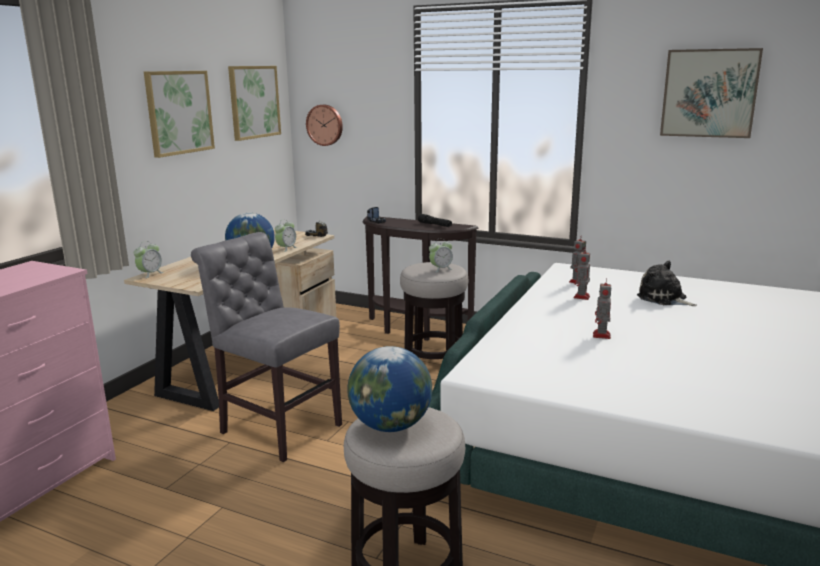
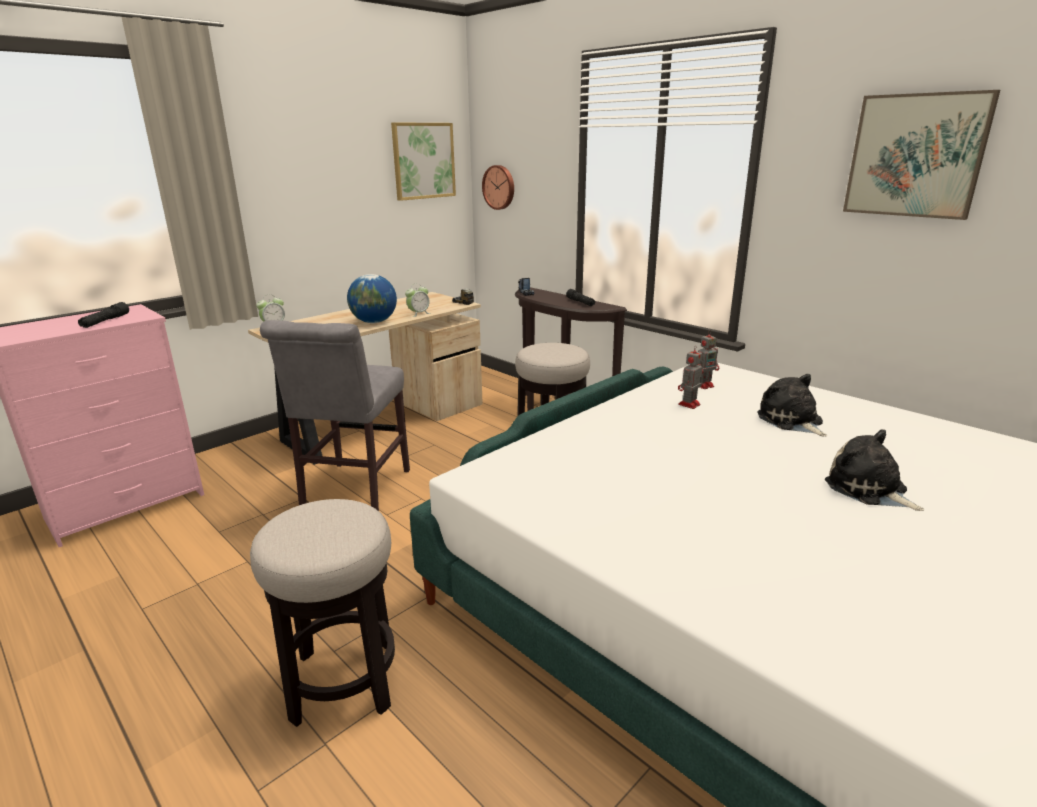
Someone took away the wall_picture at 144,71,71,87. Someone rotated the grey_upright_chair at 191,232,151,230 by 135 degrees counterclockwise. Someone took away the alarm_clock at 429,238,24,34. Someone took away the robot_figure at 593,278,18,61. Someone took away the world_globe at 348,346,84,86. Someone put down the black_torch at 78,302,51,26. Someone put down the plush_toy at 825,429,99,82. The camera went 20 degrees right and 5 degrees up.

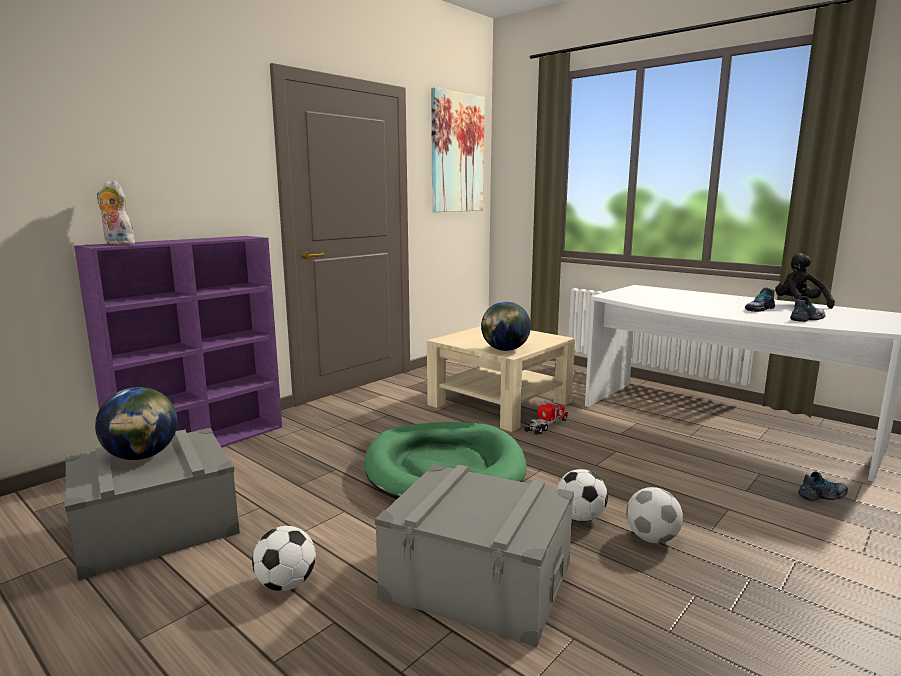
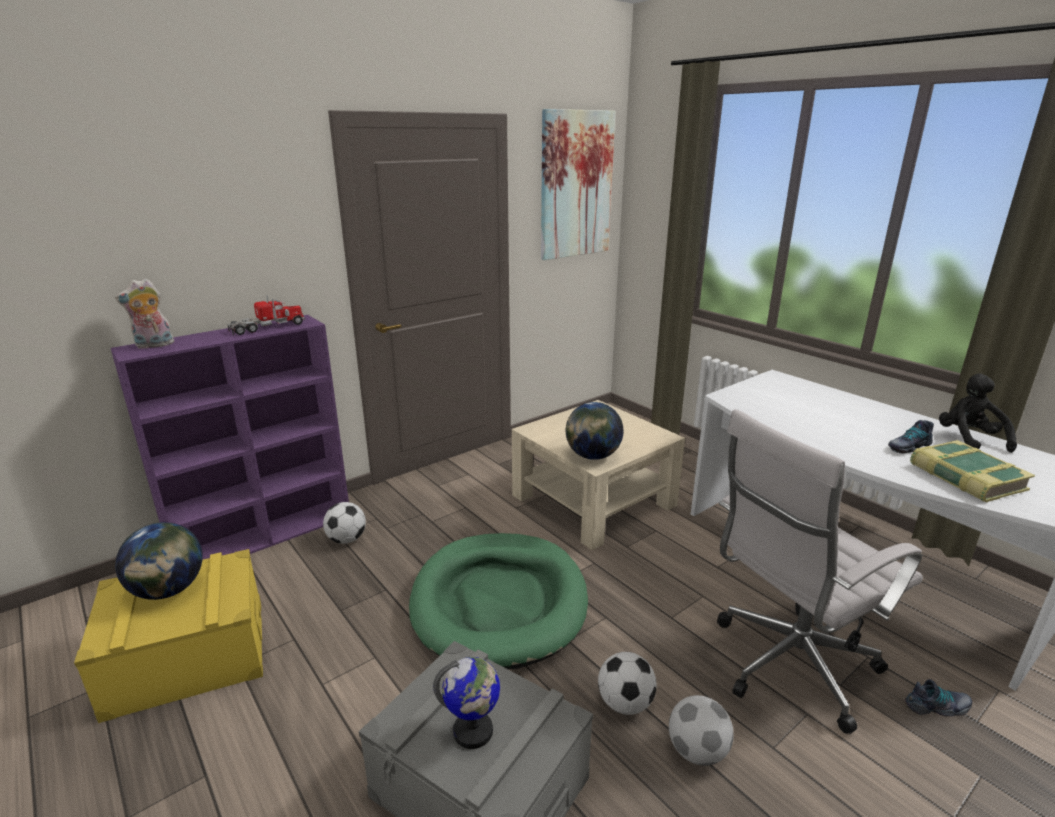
Someone rotated the plush_toy at 97,180,38,65 by 60 degrees counterclockwise. Someone swapped the low_shoe at 790,296,35,26 for the volume at 910,440,125,63. Someone carried the model_truck from 524,400,44,35 to 227,296,78,39. Someone repainted the grey_storage_box at 65,428,175,153, which became the yellowish_storage_box at 74,549,189,174. Someone carried the football_ball from 252,526,64,65 to 323,502,43,42. Someone put down the white-coloured_computer_chair at 717,409,206,325. Someone put down the world_globe at 433,657,67,92. The camera went 10 degrees right and 10 degrees up.

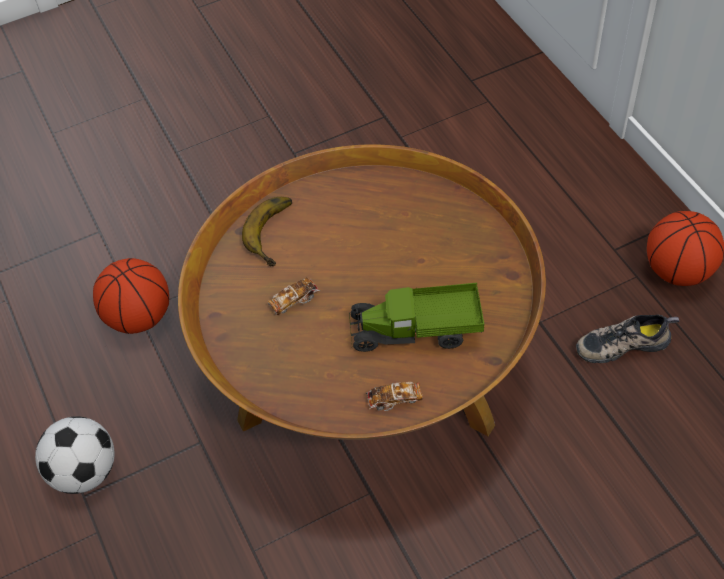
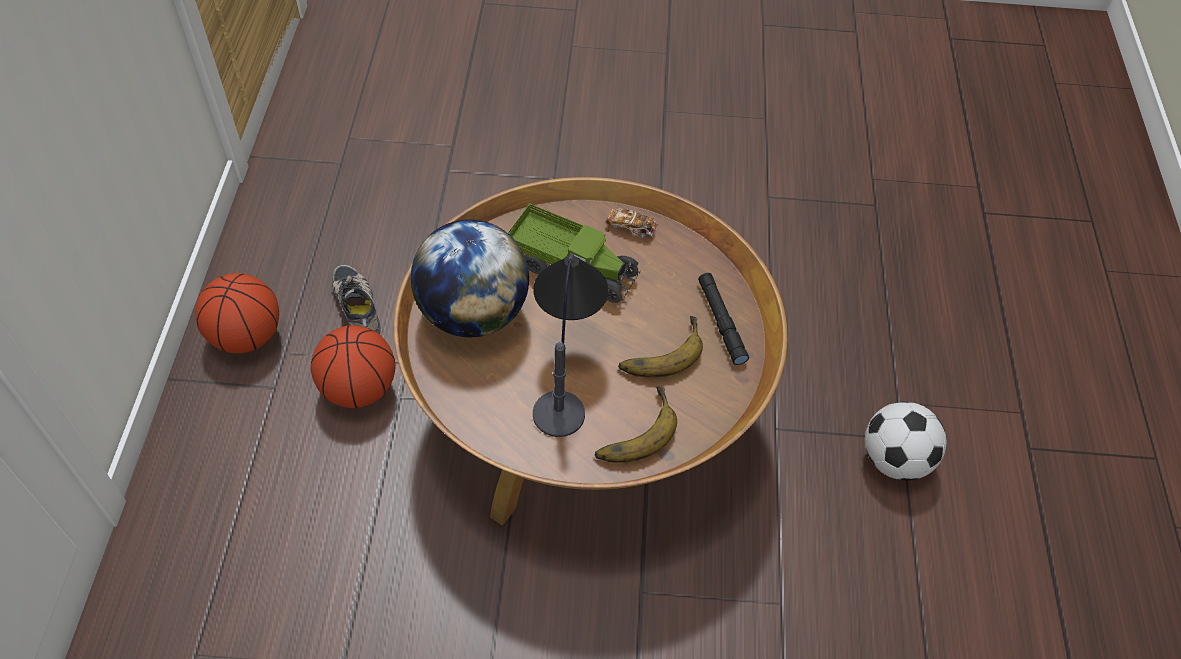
Someone carried the basketball_ball from 93,258,76,76 to 311,325,85,83. Someone swapped the model_car at 268,277,52,38 for the whole_banana at 618,316,85,62. Someone rotated the low_shoe at 576,315,103,48 by 135 degrees counterclockwise. Someone put down the world_globe at 411,219,118,118. Someone put down the lamp_for_a_table at 533,253,75,184. Someone put down the black_torch at 698,273,51,92. The camera went 155 degrees left and 0 degrees up.

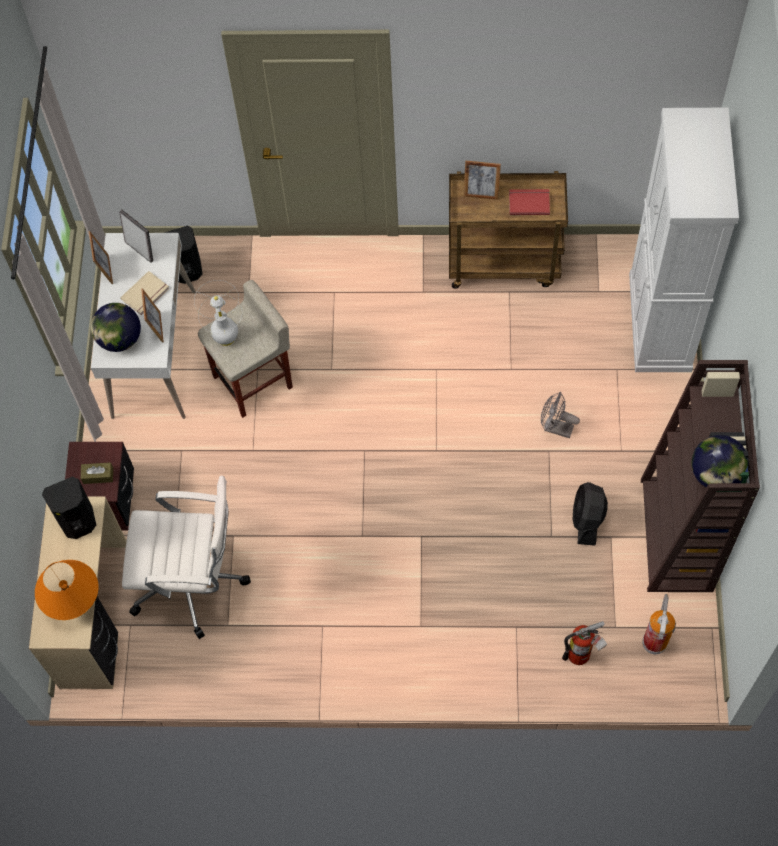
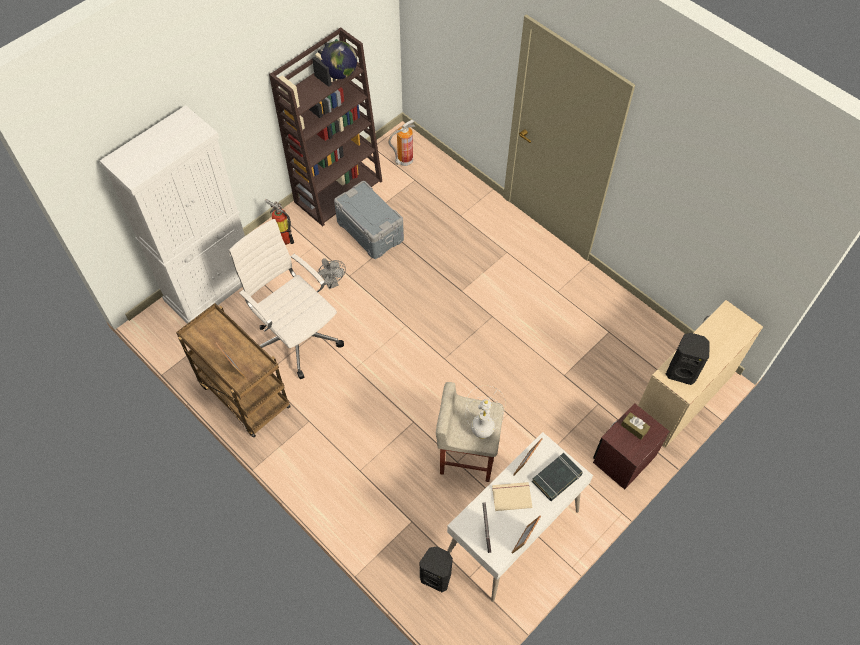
Someone took away the red_volume at 509,189,41,26. Someone swapped the world_globe at 91,303,50,49 for the black_volume at 532,453,51,48. Someone carried the white-coloured_computer_chair from 122,476,129,163 to 229,219,115,160. Someone swapped the black_electric_fan at 573,482,35,64 for the grey_storage_box at 334,181,70,78. Someone took away the orangey_lamp_for_a_table at 35,560,64,60. Someone carried the extinguisher from 562,621,45,44 to 265,199,29,46. The camera went 140 degrees left and 5 degrees down.

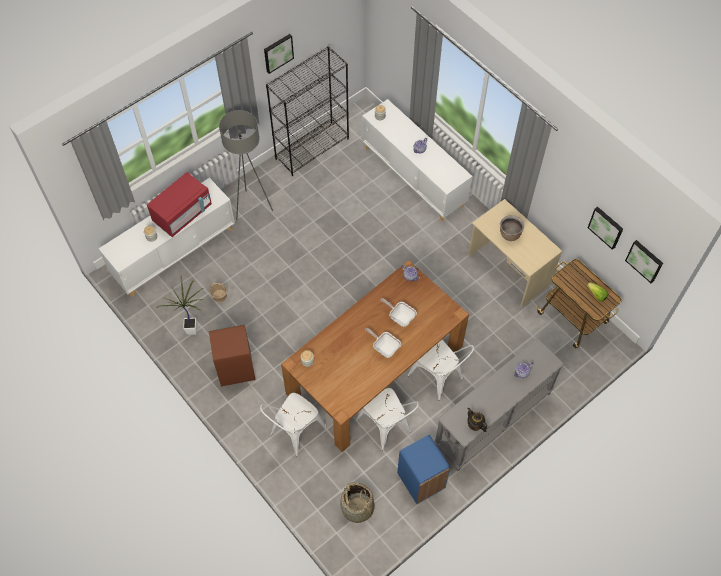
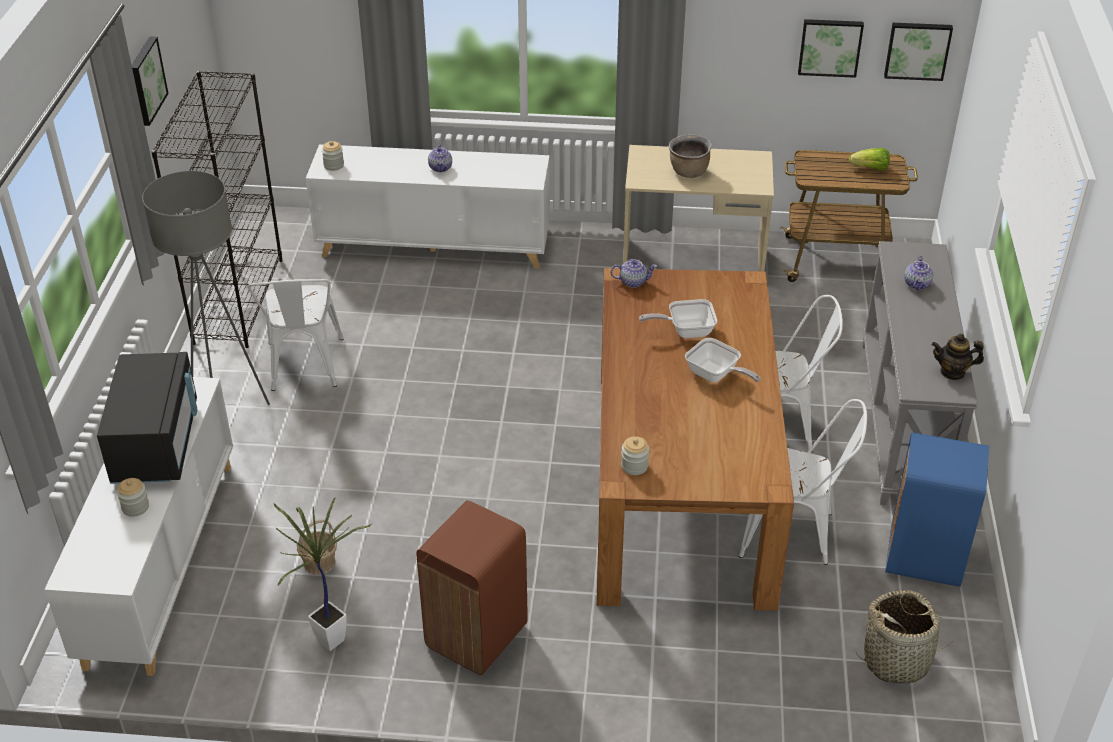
Someone repainted the red_microwave at 147,172,65,65, which became the black_microwave at 97,352,101,132. Someone rotated the skillet at 365,328,36,30 by 135 degrees counterclockwise. Someone carried the white-coloured_upright_chair from 260,393,67,63 to 248,279,96,112. The camera went 45 degrees left and 20 degrees down.

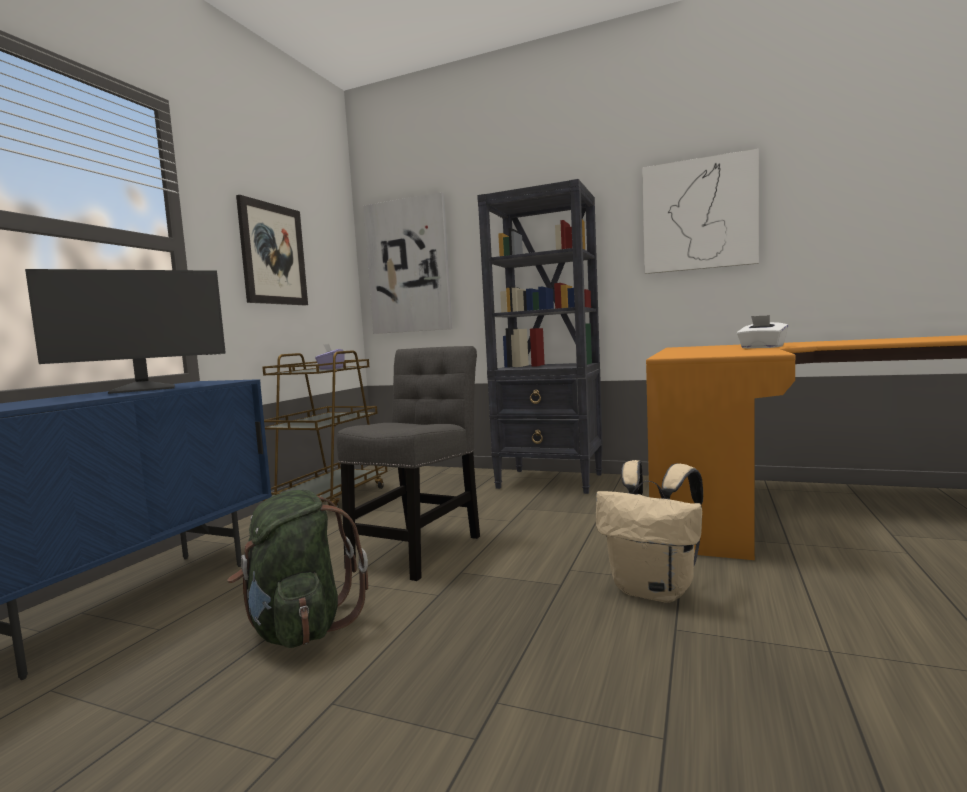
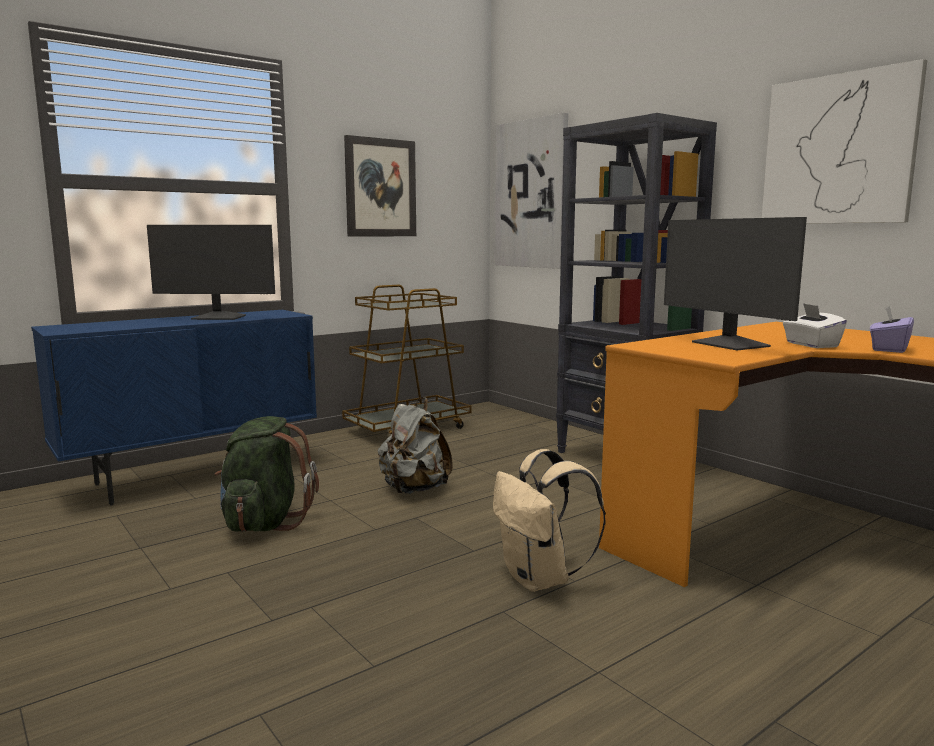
Someone carried the purplish_tissue_holder from 315,344,30,26 to 870,306,44,47. Someone swapped the grey_upright_chair at 337,346,143,235 for the grey_knapsack at 378,397,75,97. Someone put down the computer_screen at 664,217,143,133. The camera went 30 degrees right and 5 degrees up.

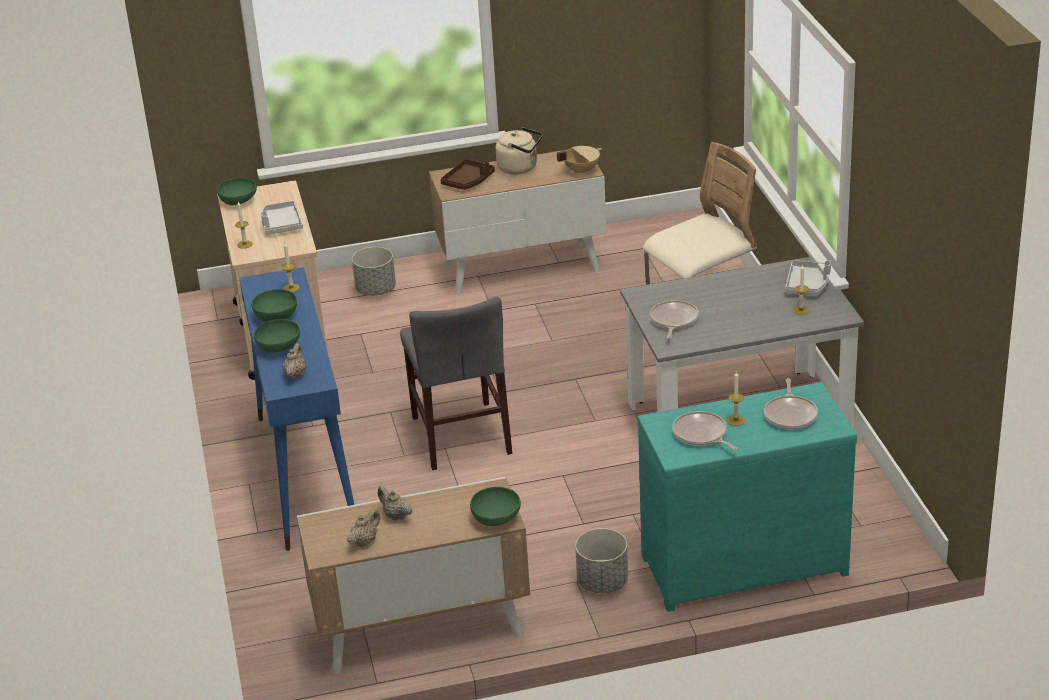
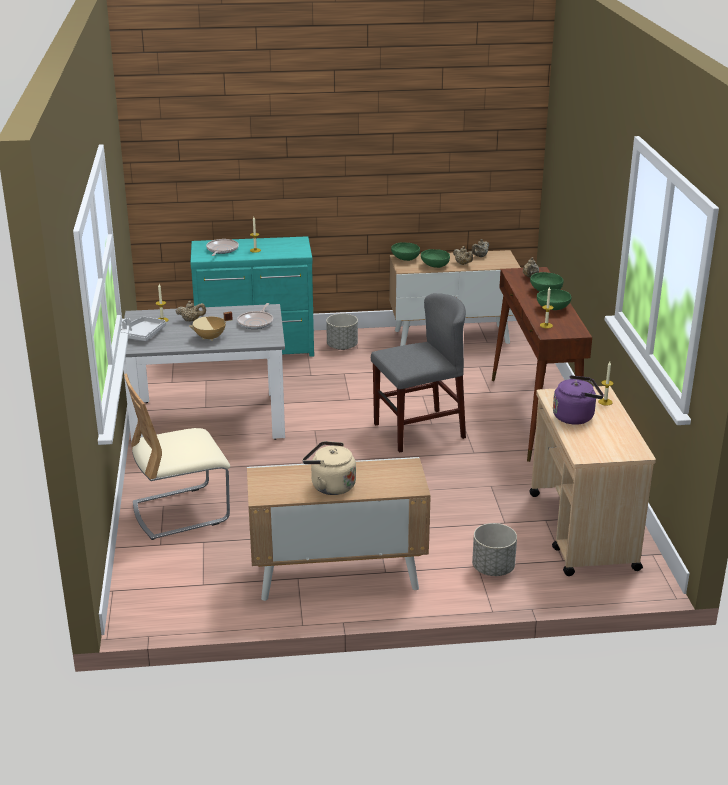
Someone carried the beige-coloured_saucepot from 557,146,45,29 to 189,312,44,29. Someone took away the brownish_carrying_tray at 440,159,55,31. Someone carried the greenish_bowl from 217,178,40,27 to 421,249,29,19. Someone swapped the grey_carrying_tray at 261,201,42,34 for the purplish_water_kettle at 553,375,51,50. Someone repainted the bluish_narrow_table at 239,267,115,284, which became the brownish_narrow_table at 492,267,100,195. Someone rotated the grey_upright_chair at 400,297,112,173 by 75 degrees clockwise. Someone took away the skillet at 672,411,66,39. Someone put down the beige-coloured_pot_for_tea at 176,301,30,21. The camera went 175 degrees left and 5 degrees down.

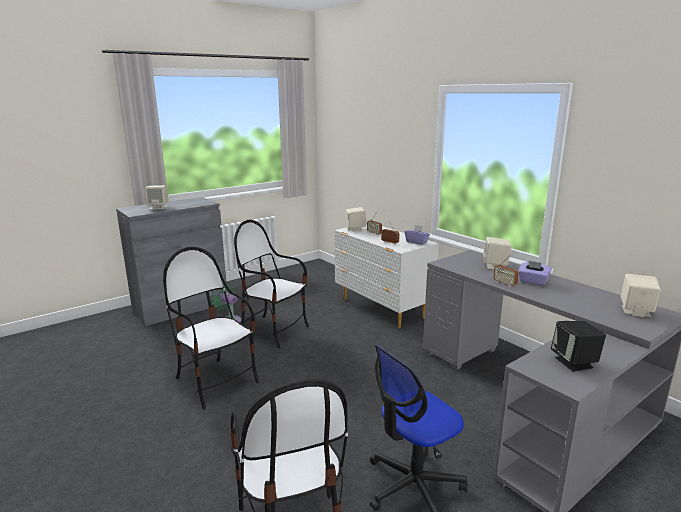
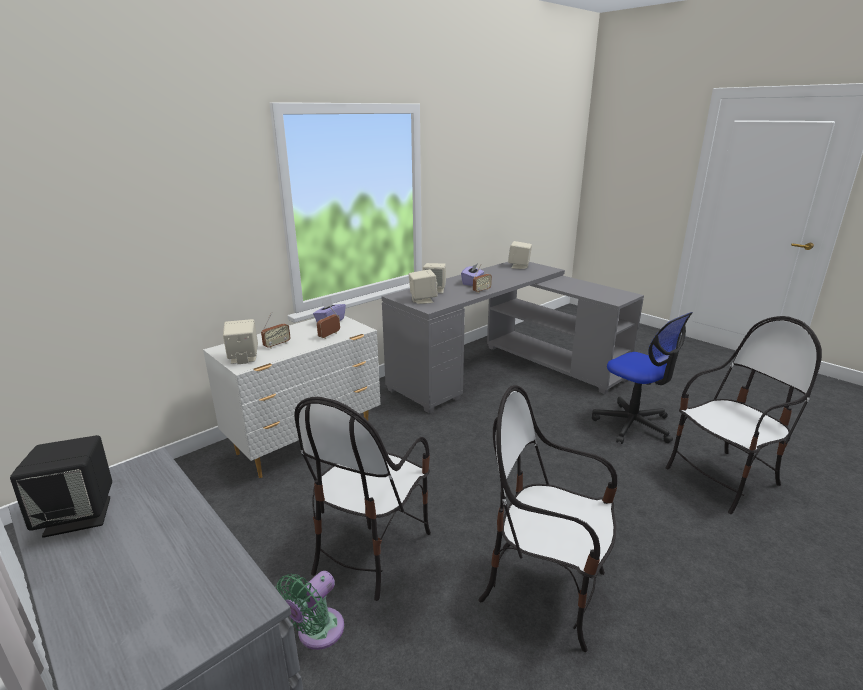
Someone carried the beige-coloured_audio_speaker from 145,185,23,25 to 408,269,30,35. Someone rotated the upright_chair at 163,247,96,162 by 75 degrees clockwise. Someone carried the black_audio_speaker from 551,321,55,51 to 10,435,102,103. The camera went 95 degrees left and 5 degrees up.

